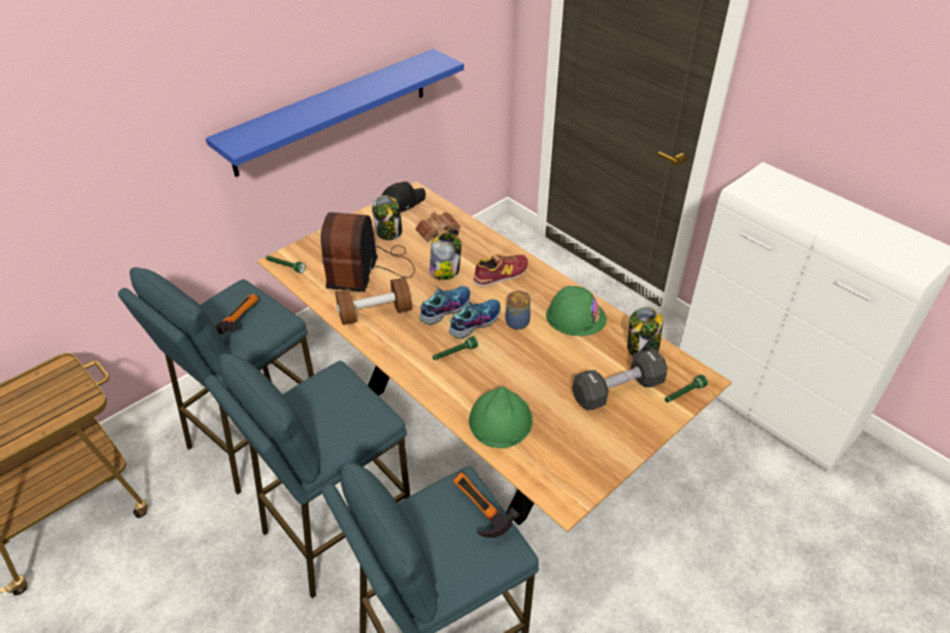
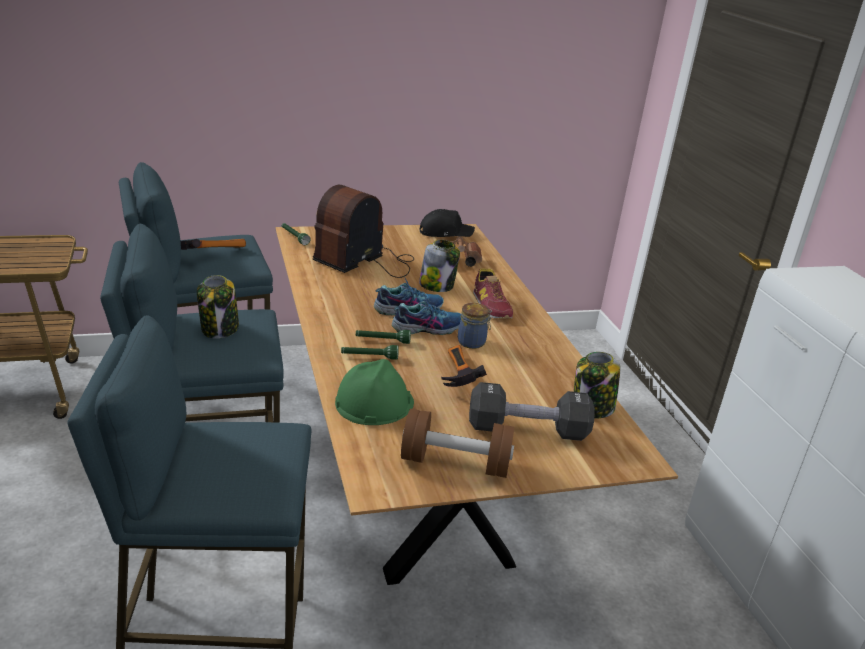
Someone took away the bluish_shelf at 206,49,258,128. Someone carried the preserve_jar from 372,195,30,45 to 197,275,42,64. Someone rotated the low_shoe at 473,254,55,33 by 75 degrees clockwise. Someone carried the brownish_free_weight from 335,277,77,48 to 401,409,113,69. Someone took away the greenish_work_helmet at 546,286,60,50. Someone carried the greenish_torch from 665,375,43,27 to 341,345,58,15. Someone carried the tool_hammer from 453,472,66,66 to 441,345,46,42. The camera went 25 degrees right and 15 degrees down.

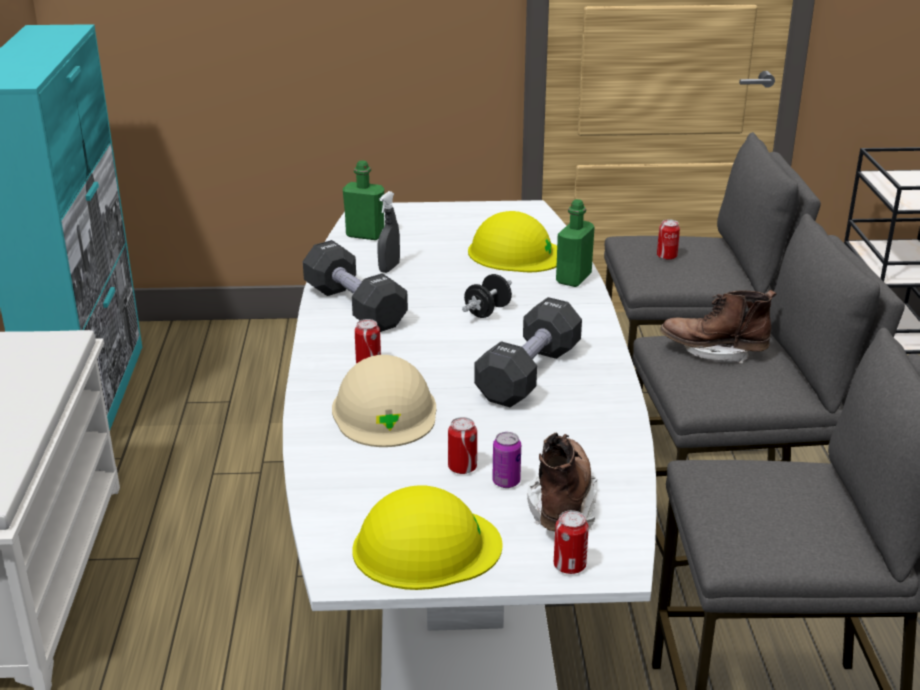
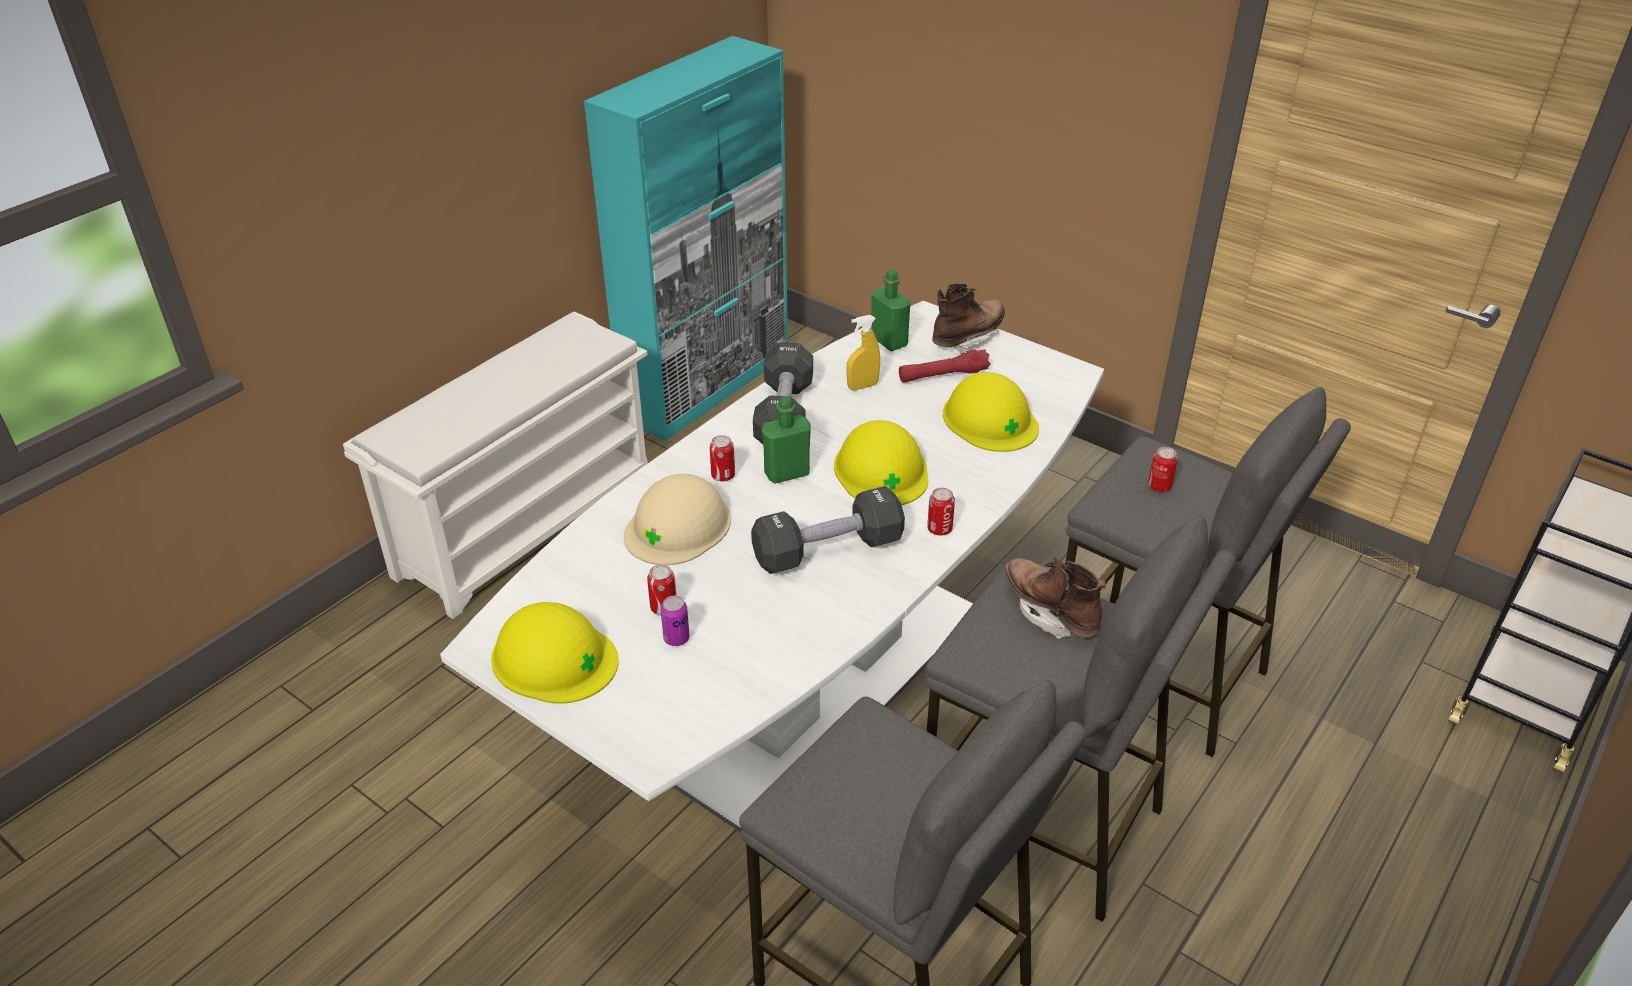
Someone repainted the grey_spray_bottle at 378,191,22,82, which became the yellowish_spray_bottle at 846,315,34,75. Someone carried the greenish_drink_bottle from 556,199,39,88 to 762,396,49,88. Someone swapped the black_free_weight at 462,274,50,44 for the yellowish_work_helmet at 834,420,94,85. Someone carried the brownish_tall_boot from 527,432,70,99 to 932,283,73,71. Someone carried the sealed_can from 554,510,35,64 to 927,487,28,49. Someone put down the red_torch at 899,349,92,34. The camera went 40 degrees right and 10 degrees up.

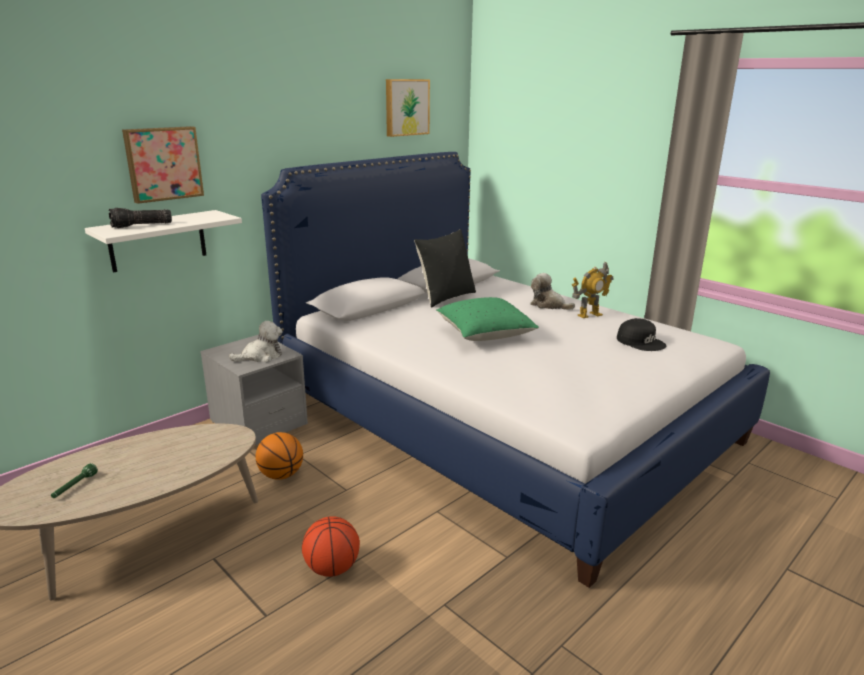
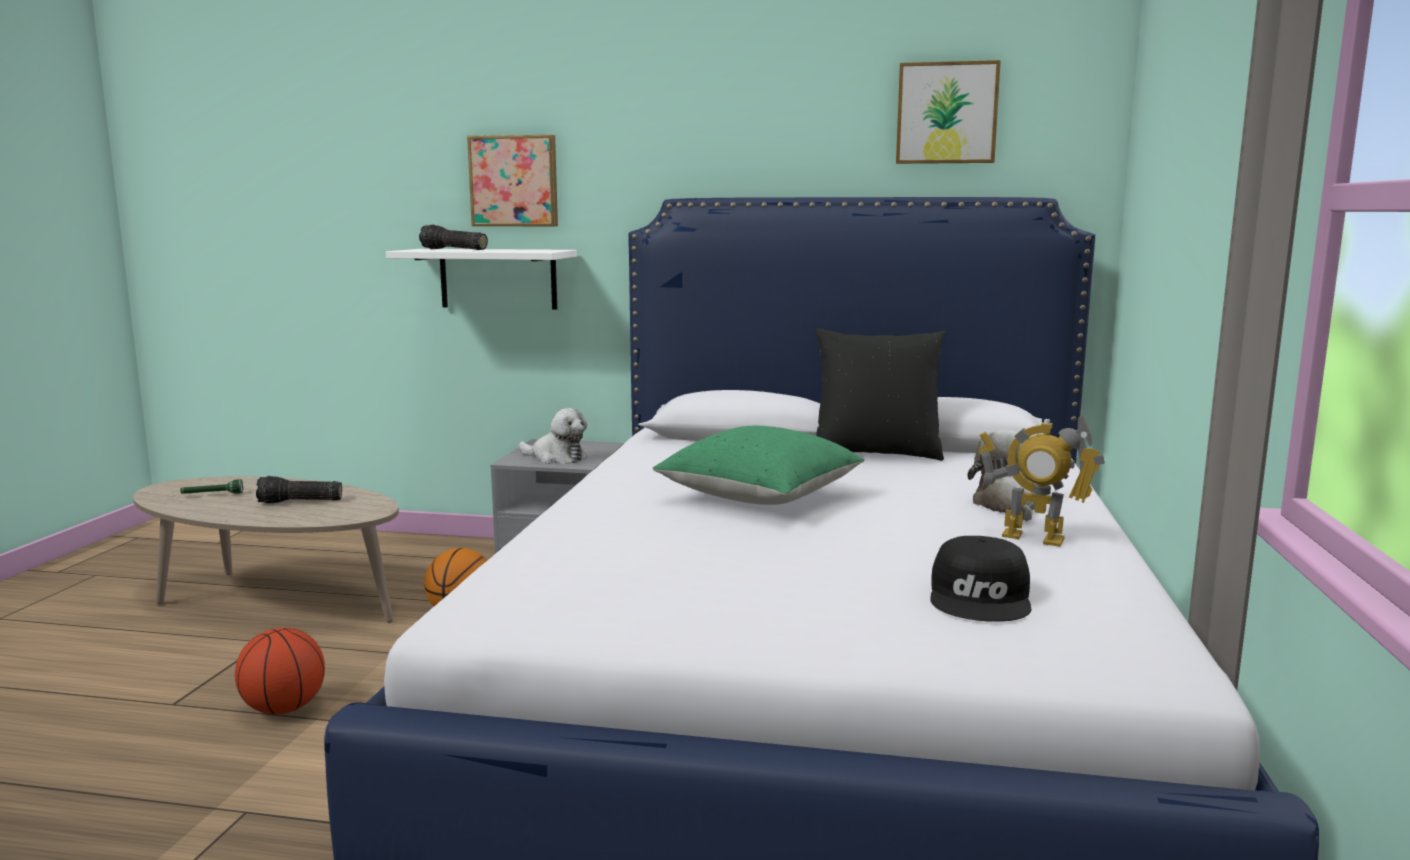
Someone put down the torch at 256,476,86,28. The camera went 55 degrees right and 10 degrees down.

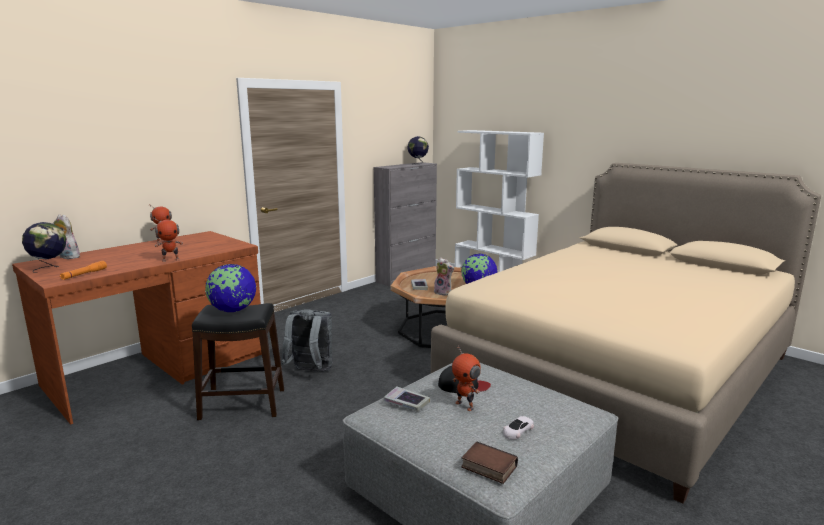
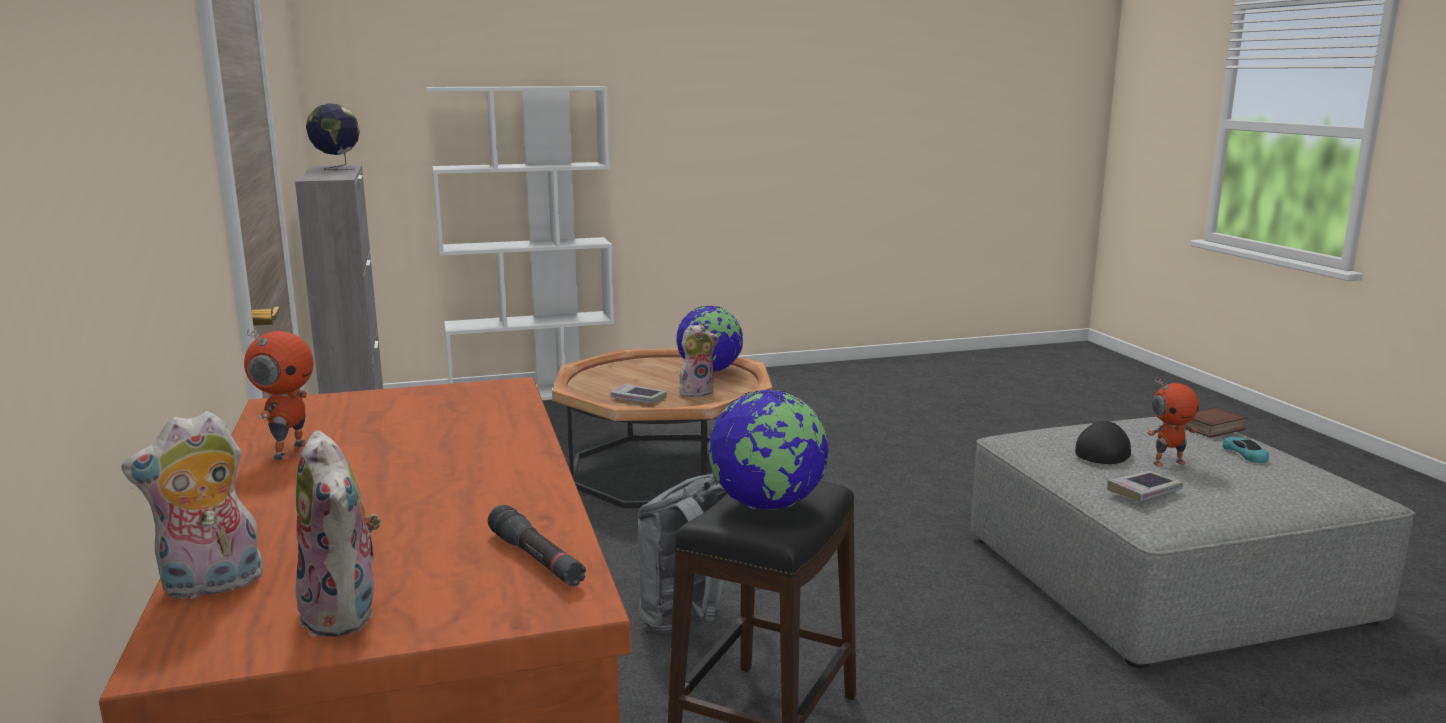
Someone took away the beige-coloured_bedroom_bed at 431,163,390,341. Someone took away the robot_figure at 153,218,30,44. Someone swapped the world_globe at 22,222,44,51 for the plush_toy at 296,430,85,207. Someone repainted the orangey_torch at 60,261,47,19, which became the black_torch at 488,505,98,81. Someone repainted the white-coloured_model_car at 503,416,31,23, which became the turquoise_model_car at 1223,437,46,26. Someone carried the volume from 461,442,57,42 to 1183,407,64,31. The camera went 60 degrees left and 0 degrees up.

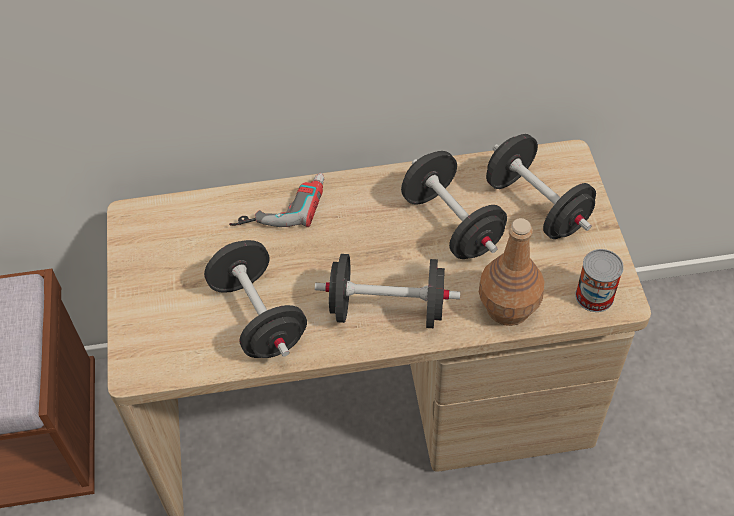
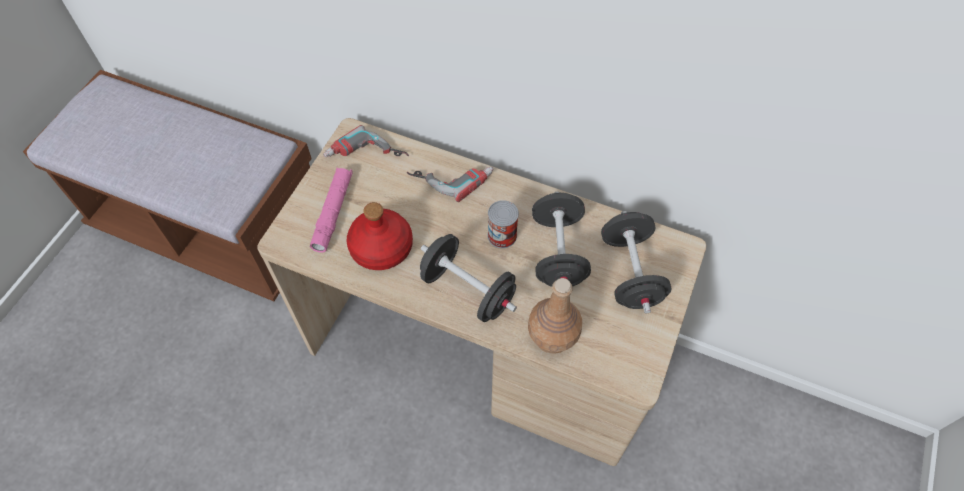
Someone swapped the black_free_weight at 204,240,103,118 for the red_drink_bottle at 347,202,66,68. Someone carried the sealed_can from 575,249,49,63 to 487,200,32,48. Someone put down the drill at 323,125,86,32. Someone put down the pink-coloured_torch at 310,167,43,86. The camera went 30 degrees right and 5 degrees up.

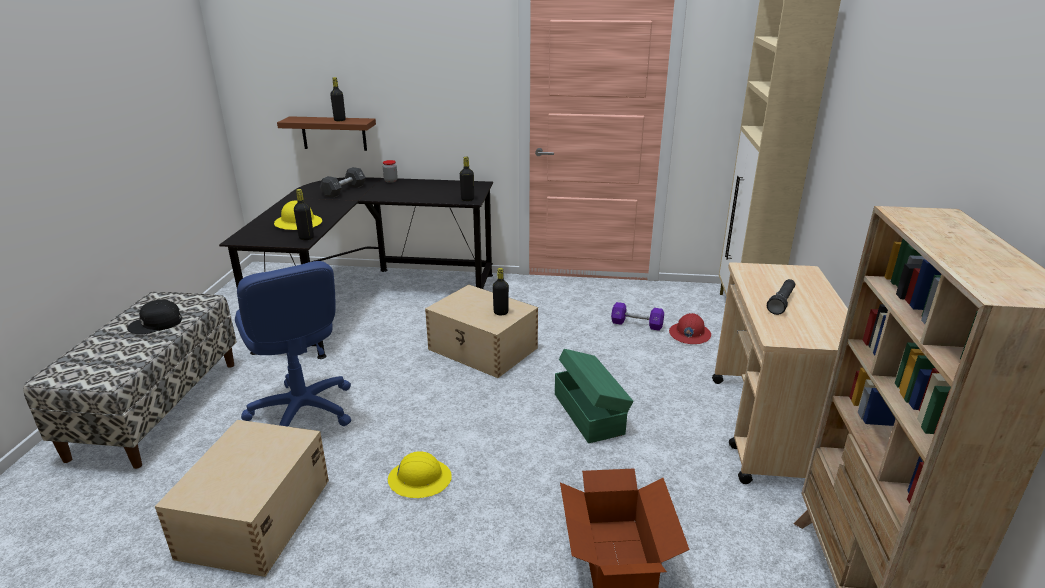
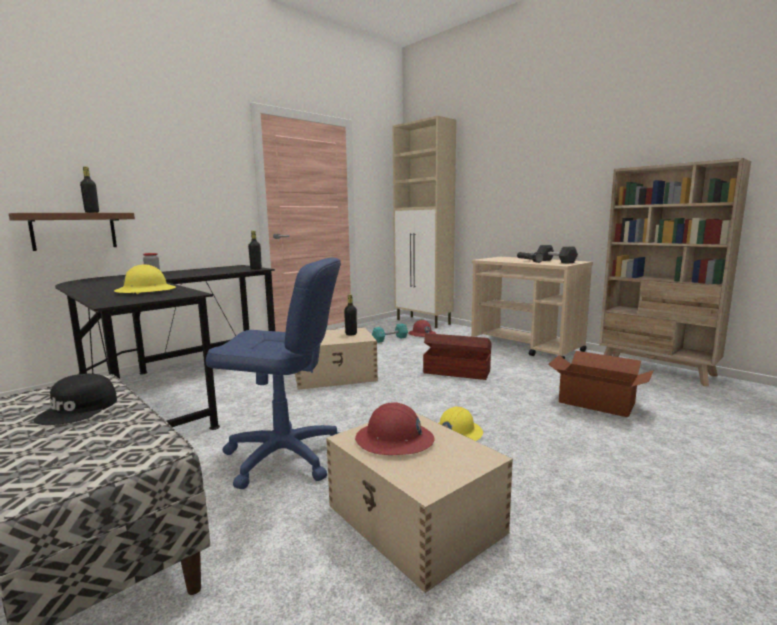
Someone carried the black_free_weight from 320,167,46,31 to 537,245,41,19. Someone took away the black_drink_bottle at 294,189,20,51. Someone repainted the purplish_free_weight at 611,302,53,29, which became the turquoise_free_weight at 372,323,36,20. Someone repainted the greenish_storage_box at 555,349,78,94, which became the brownish_storage_box at 423,333,69,47. Someone put down the red_work_helmet at 355,402,79,53. The camera went 50 degrees left and 15 degrees down.

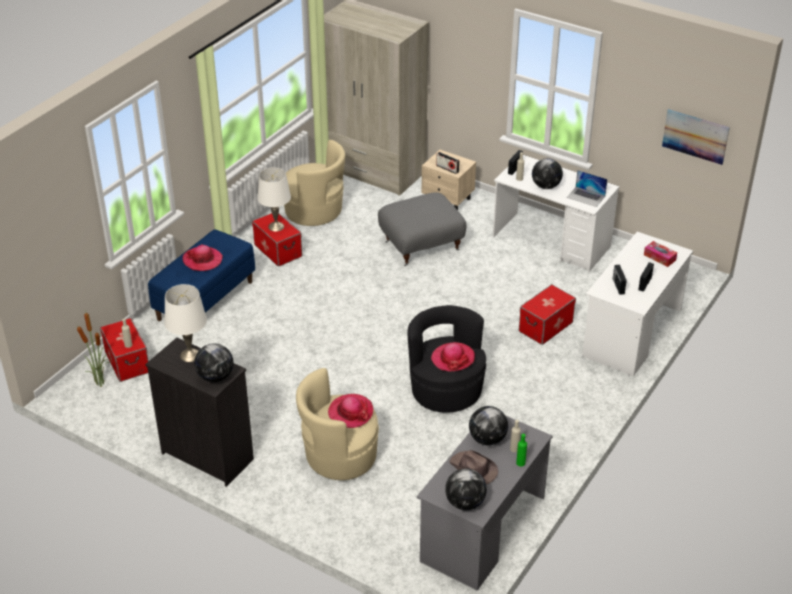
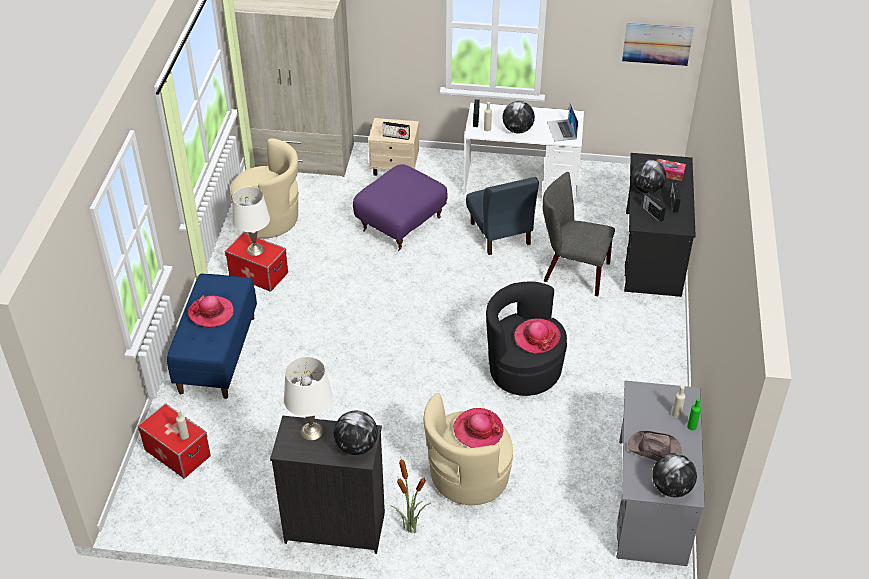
Someone rotated the laptop at 567,170,40,37 by 75 degrees clockwise. Someone repainted the grey_footrest at 378,192,89,74, which became the purplish_footrest at 353,164,95,87. Someone repainted the white-coloured_desk_table at 582,232,111,145, which became the black_desk_table at 624,153,72,144. Someone swapped the storage_box at 519,284,57,61 for the grey_upright_chair at 543,172,72,124. Someone carried the plant_in_a_pot from 77,310,32,77 to 390,459,41,74. Someone carried the world_globe from 469,406,39,40 to 632,159,34,35. Someone put down the bluish_upright_chair at 466,177,73,78. The camera went 25 degrees left and 5 degrees up.

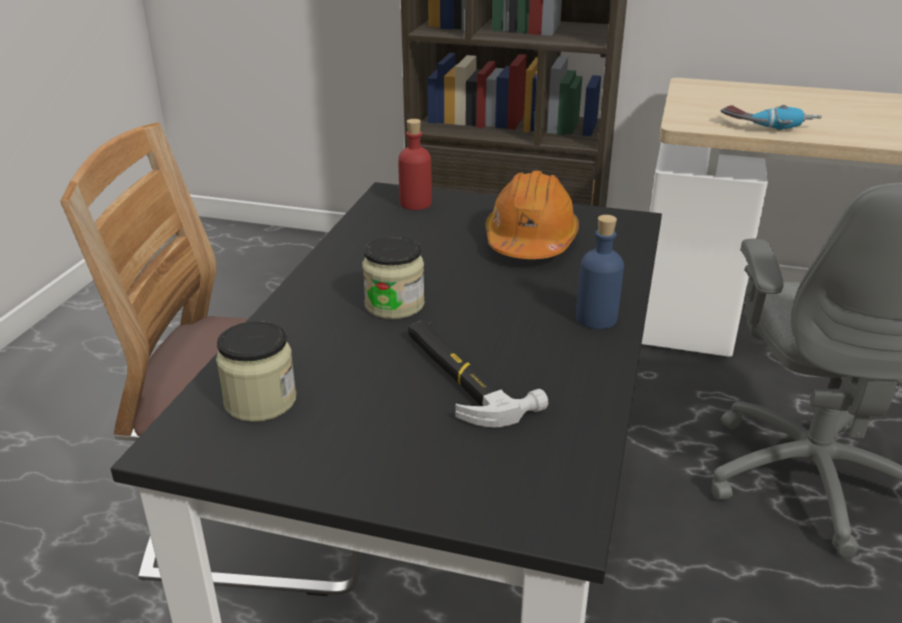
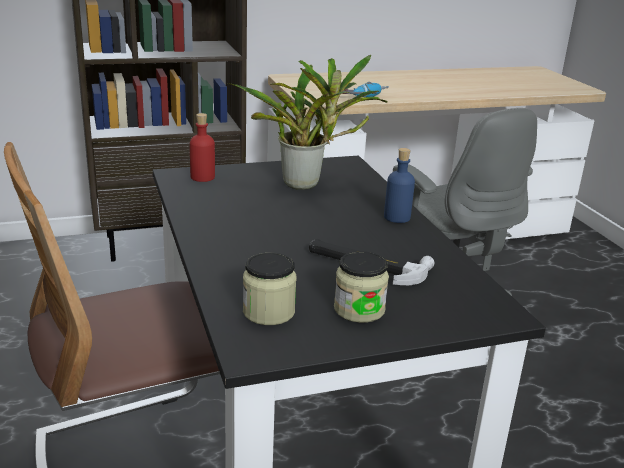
Someone swapped the orangey_work_helmet at 485,170,94,89 for the plant_in_a_pot at 227,55,160,135. Someone carried the preserve_jar from 362,236,63,83 to 334,251,55,72. The camera went 35 degrees left and 5 degrees down.

